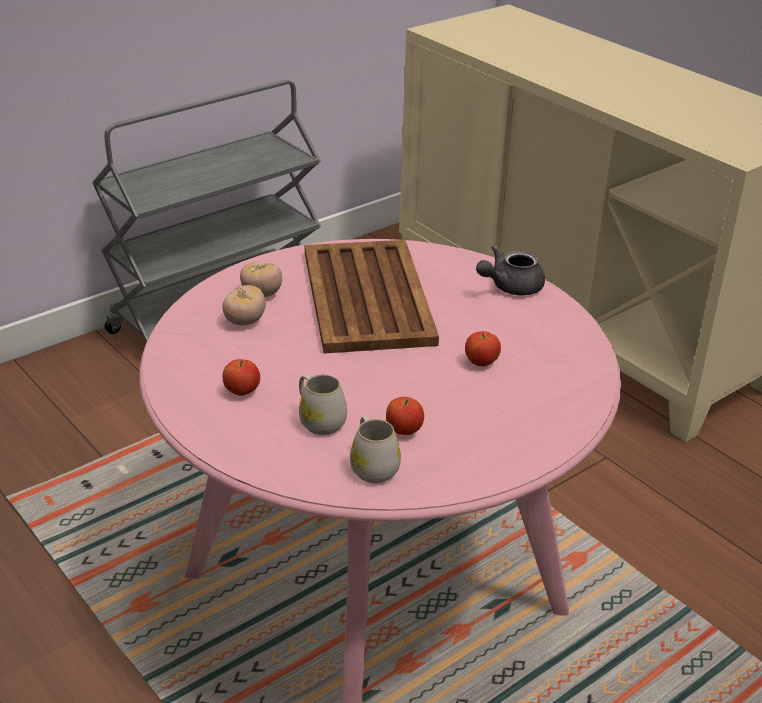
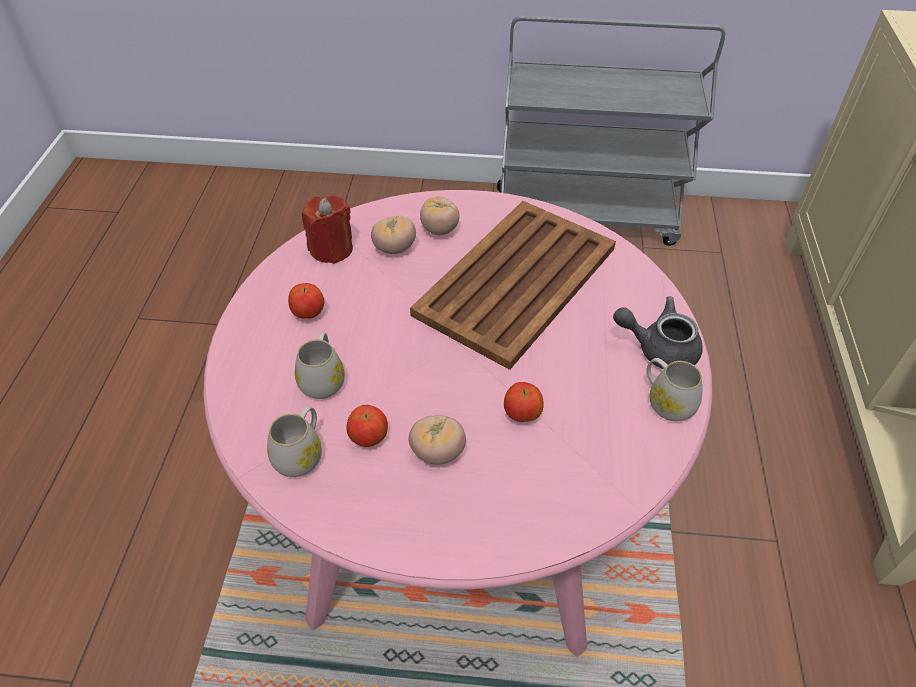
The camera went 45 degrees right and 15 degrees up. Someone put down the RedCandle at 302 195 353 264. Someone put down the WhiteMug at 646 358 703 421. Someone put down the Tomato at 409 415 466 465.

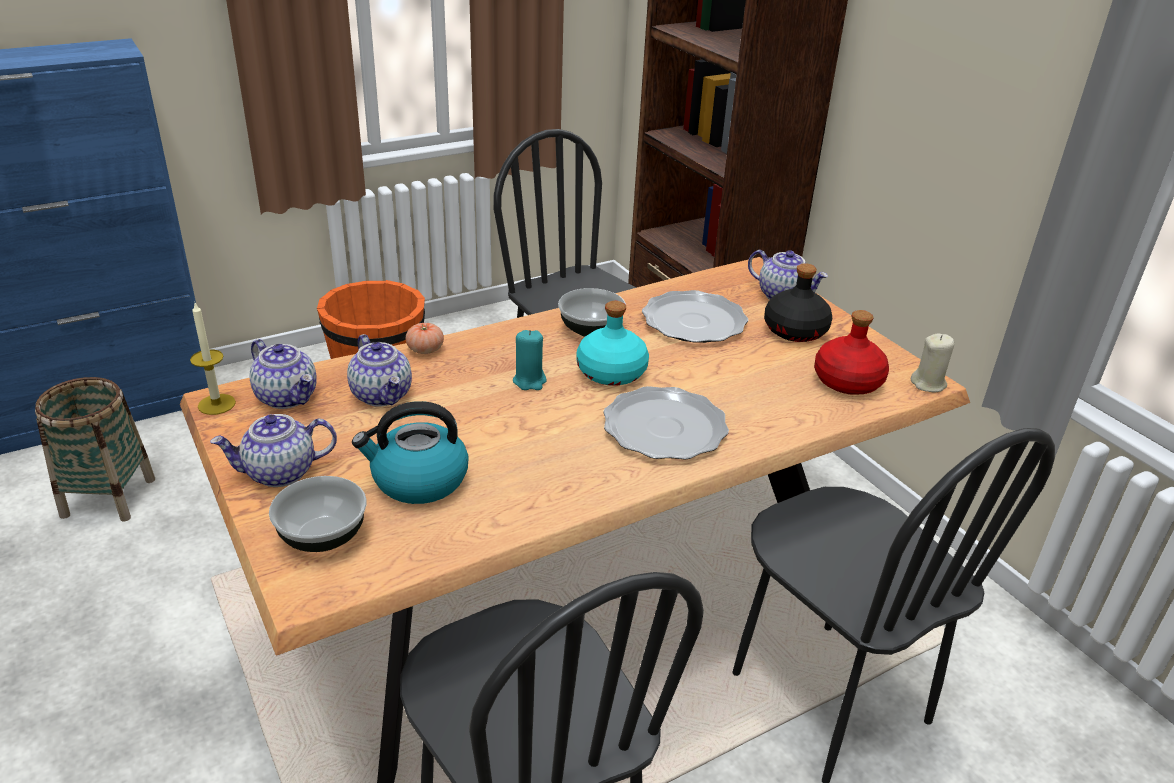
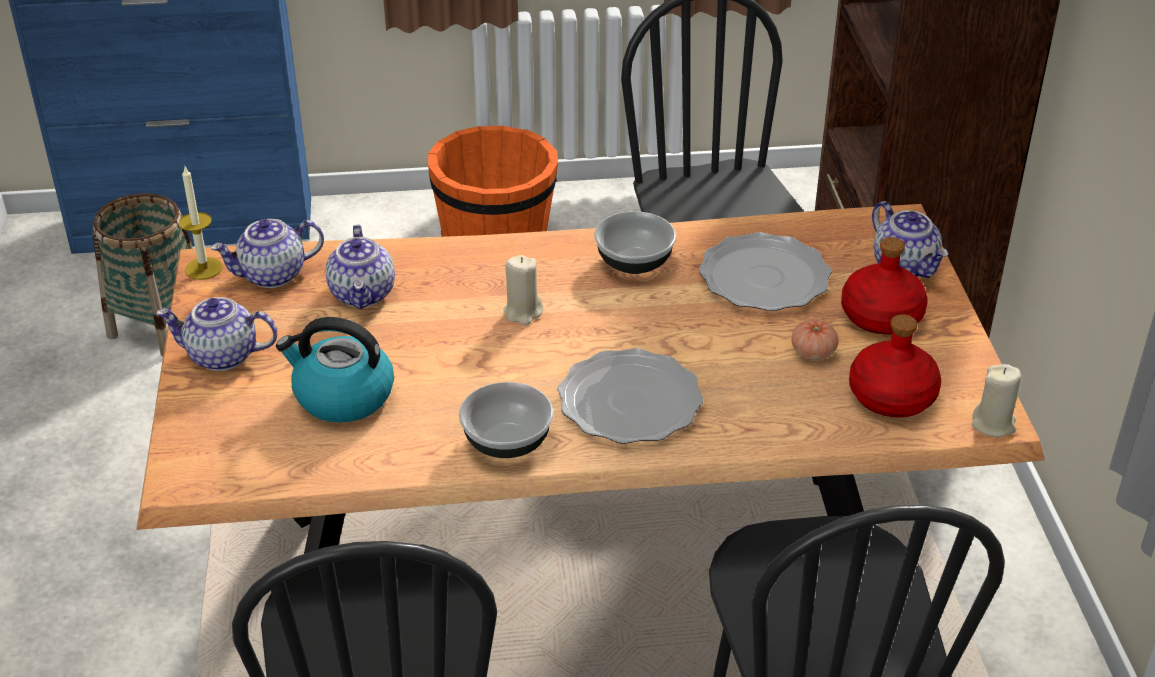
The camera went 25 degrees right and 5 degrees up. Someone repainted the BlackBottle at 764 263 832 342, which became the RedBottle at 841 237 928 334. Someone took away the TurquoiseBottle at 577 301 649 386. Someone carried the Tomato from 406 323 444 354 to 791 320 838 360. Someone repainted the TurquoiseCandle at 513 330 547 390, which became the BeigeCandle at 503 255 543 325. Someone rotated the Teapot at 249 339 317 409 by 90 degrees clockwise. Someone carried the Bowl from 269 476 367 552 to 459 382 553 458.

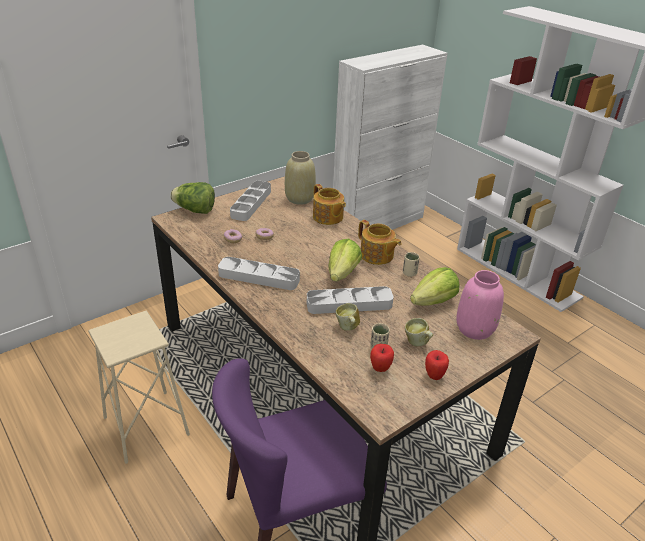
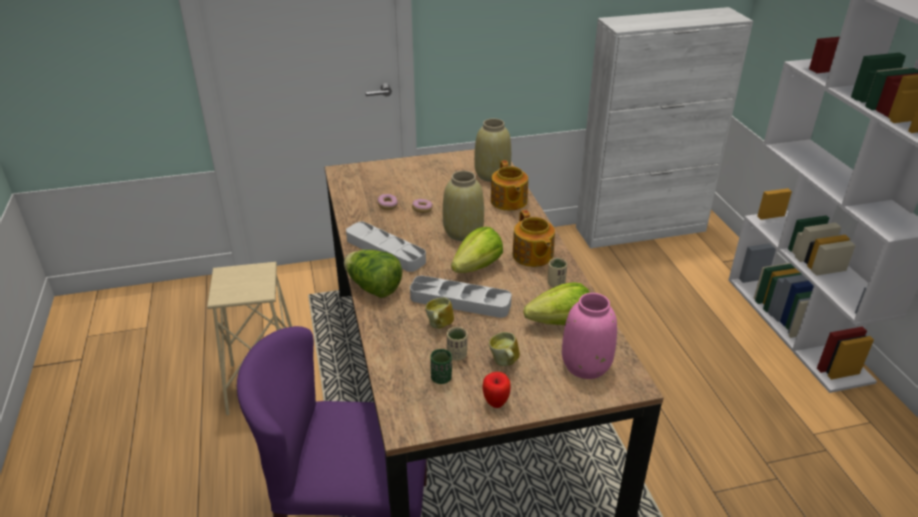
The camera went 25 degrees right and 0 degrees up. Someone took away the GreyTray at 230 181 271 221. Someone carried the Lettuce from 170 182 215 214 to 344 250 402 298. Someone swapped the Apple at 370 344 394 372 for the GreenCup at 430 349 452 384. Someone put down the BeigeVase at 443 171 484 241.

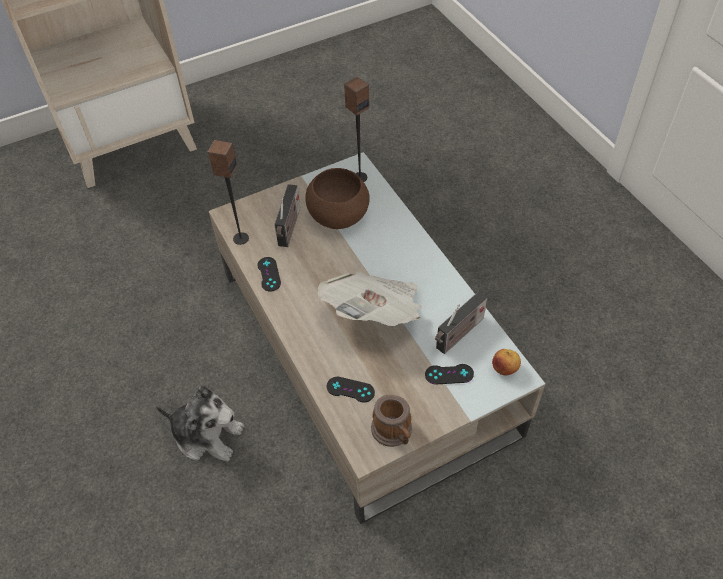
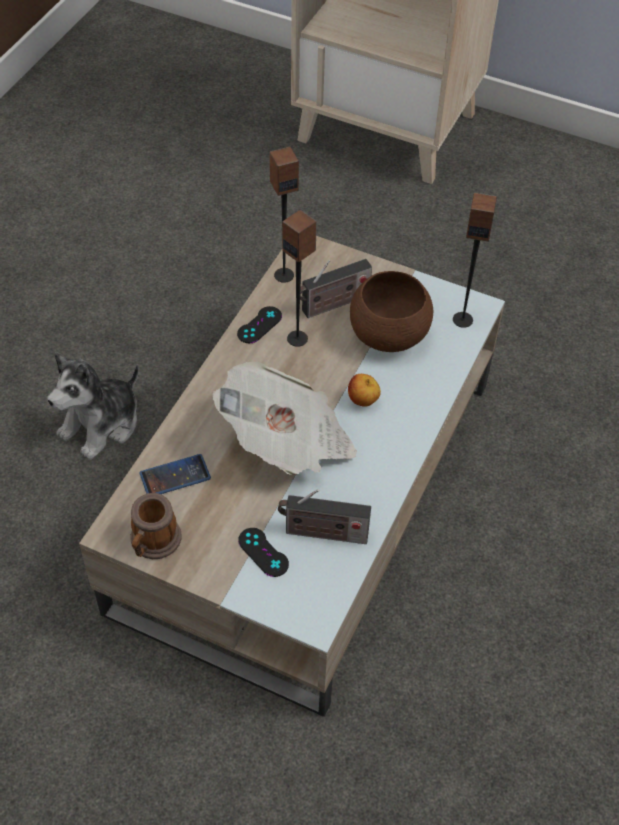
The camera went 50 degrees right and 0 degrees up. Someone carried the Apple from 492 349 521 375 to 348 374 381 407. Someone swapped the BlackGameController at 327 377 375 403 for the Phone at 139 454 211 494. Someone rotated the PlushToy at 156 386 244 461 by 60 degrees clockwise. Someone put down the Speaker at 282 210 317 347.

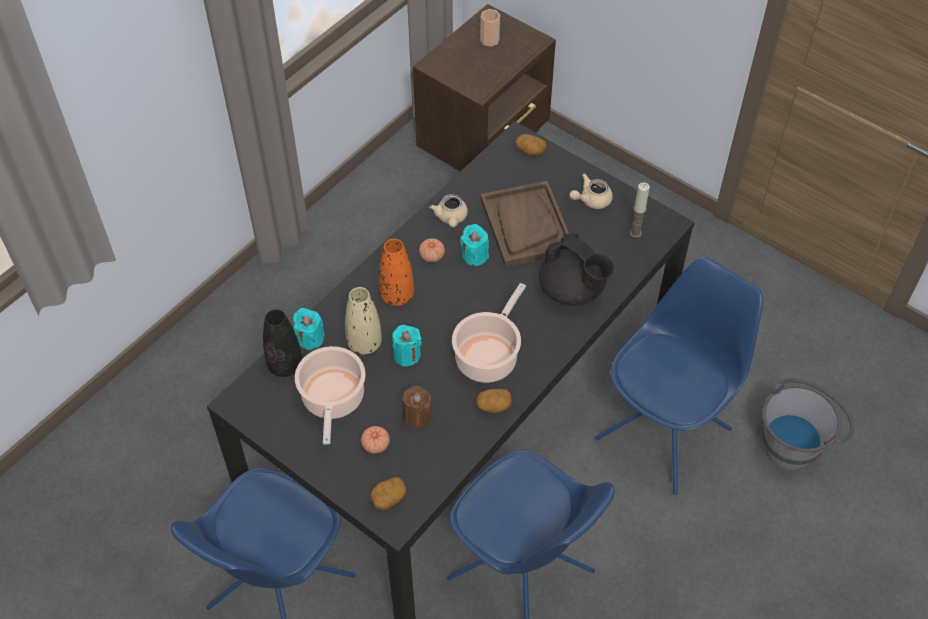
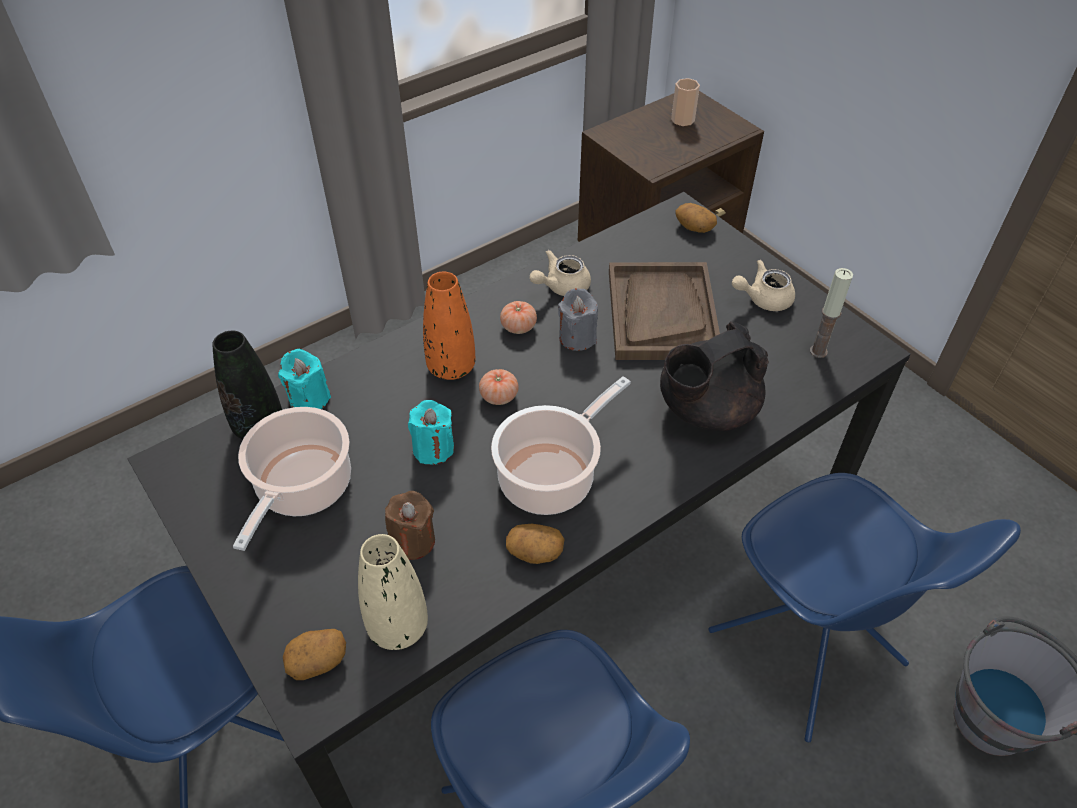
The camera went 15 degrees right and 5 degrees down. Someone rotated the BeigeTeapot at 429 194 468 227 by 45 degrees clockwise. Someone repainted the TurquoiseCandle at 460 224 489 266, which became the GreyCandle at 558 288 598 351. Someone rotated the BlackTeapot at 539 233 614 305 by 90 degrees clockwise. Someone rotated the BlueChair at 595 257 763 495 by 90 degrees clockwise. Someone carried the BeigeVase from 345 287 382 355 to 358 534 428 650. Someone carried the Tomato from 361 426 390 454 to 479 369 519 405.

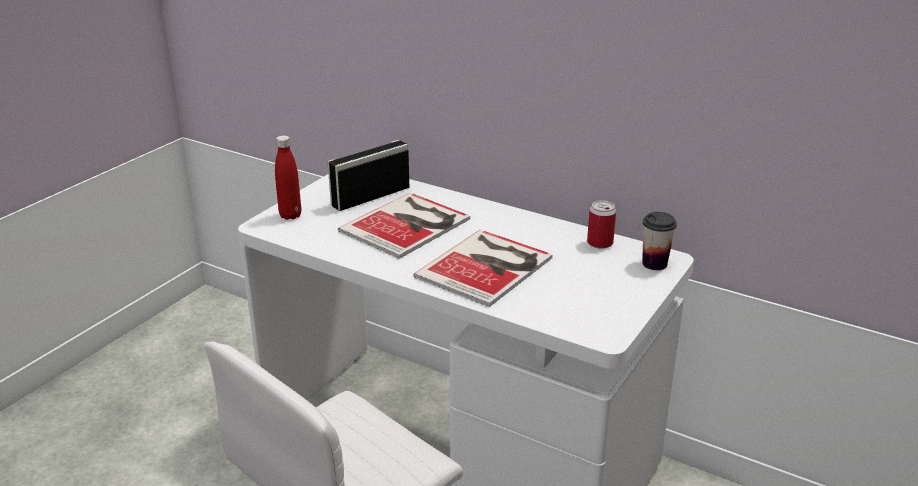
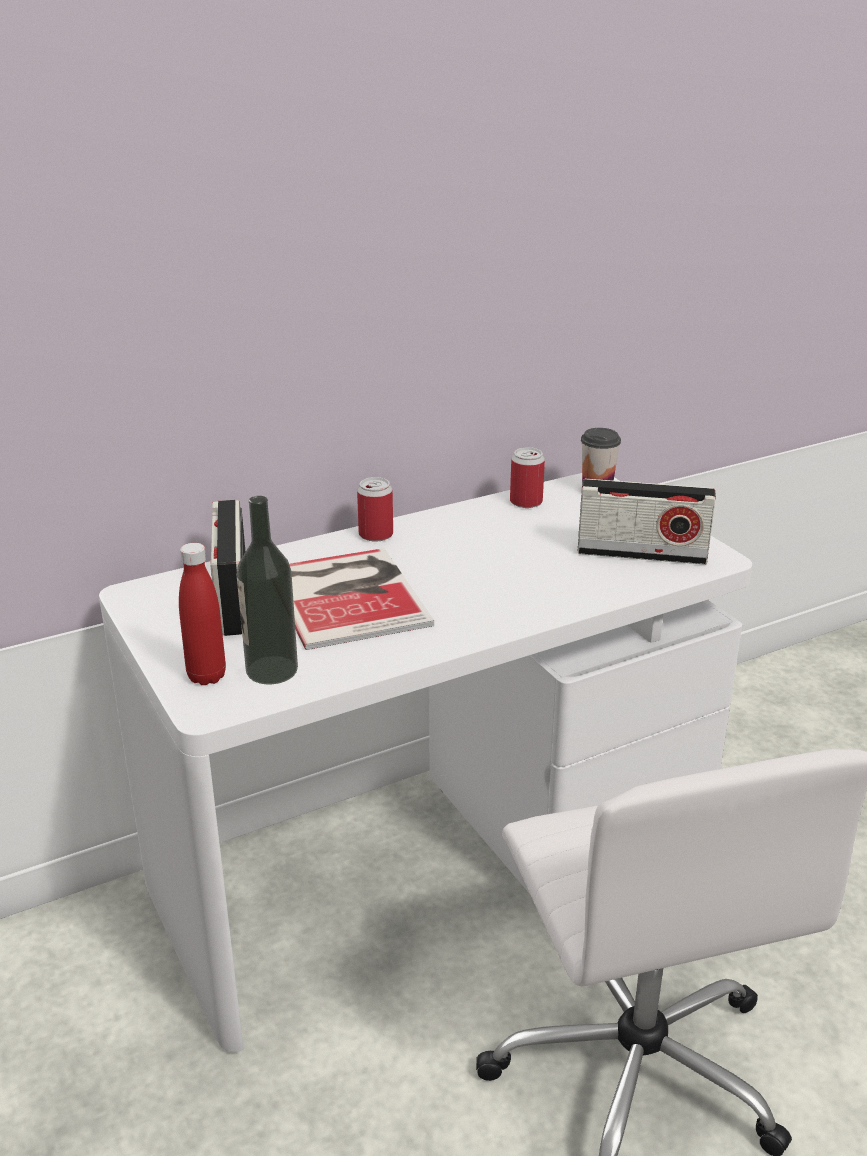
The camera went 60 degrees left and 0 degrees up. Someone took away the Book at 413 230 553 307. Someone put down the Can at 357 477 393 542. Someone put down the Radio at 578 479 716 565. Someone put down the Bottle at 236 496 298 684.

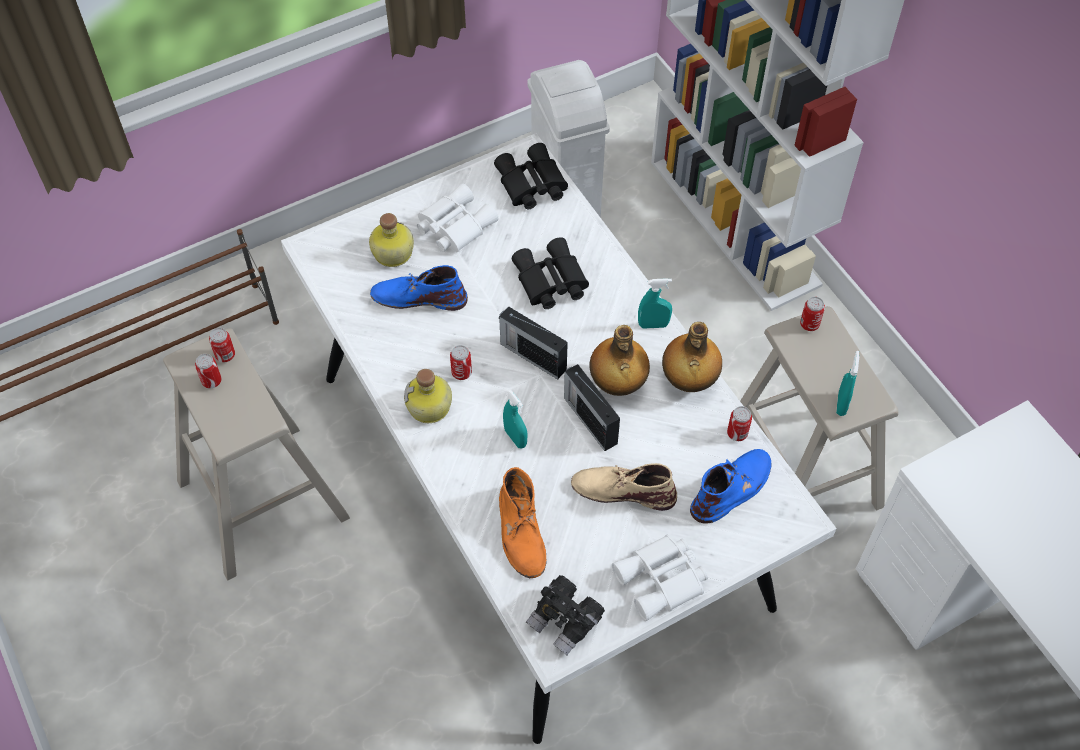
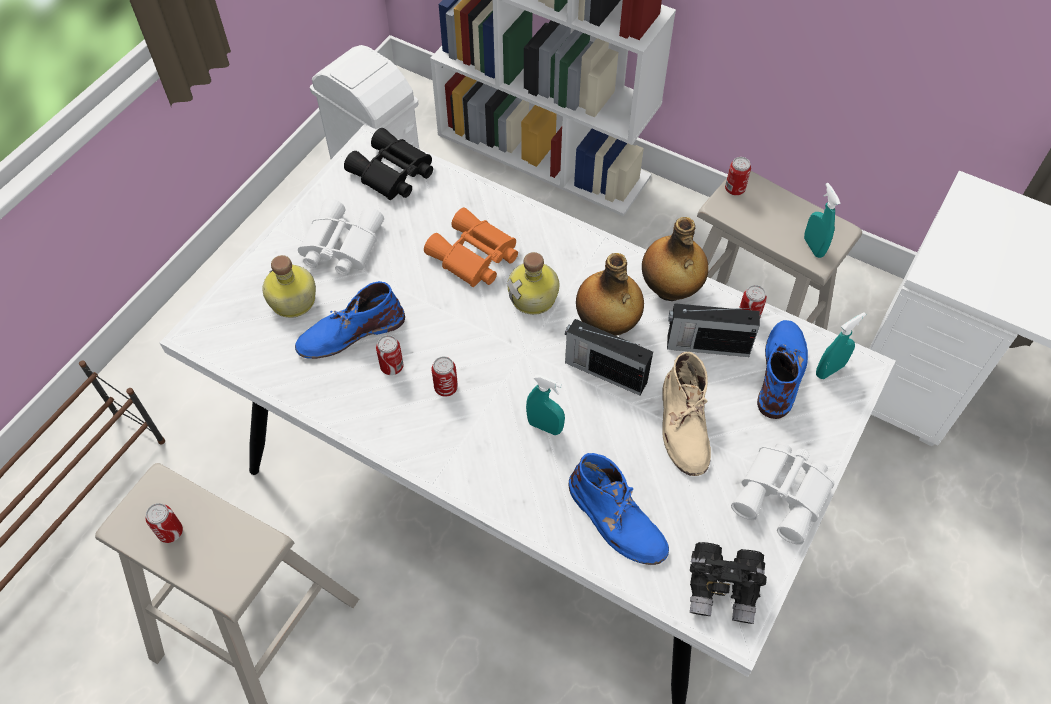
The camera went 30 degrees left and 0 degrees up. Someone repainted the BlackBinoculars at 512 237 589 309, which became the OrangeBinoculars at 424 208 518 287. Someone carried the TurquoiseSprayBottle from 638 278 672 329 to 816 312 866 379. Someone carried the Radio from 499 306 568 379 to 667 303 760 357. Someone carried the Can from 209 328 235 362 to 376 335 404 375. Someone carried the Bottle from 404 369 452 423 to 507 252 559 315. Someone rotated the BeigeBoot at 571 463 677 511 by 75 degrees counterclockwise. Someone repainted the OrangeBoot at 499 467 547 578, which became the BlueBoot at 569 453 669 565.

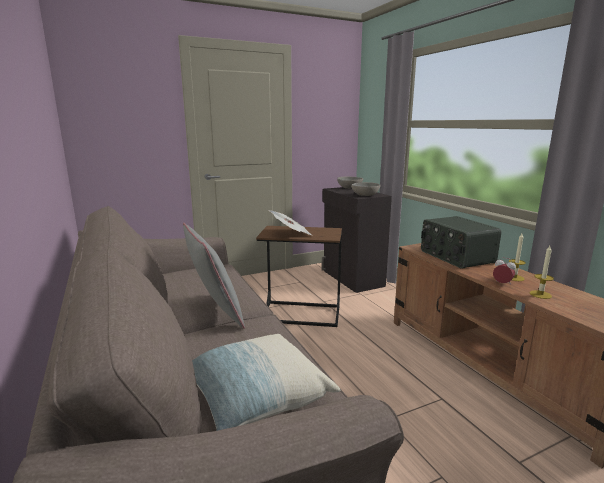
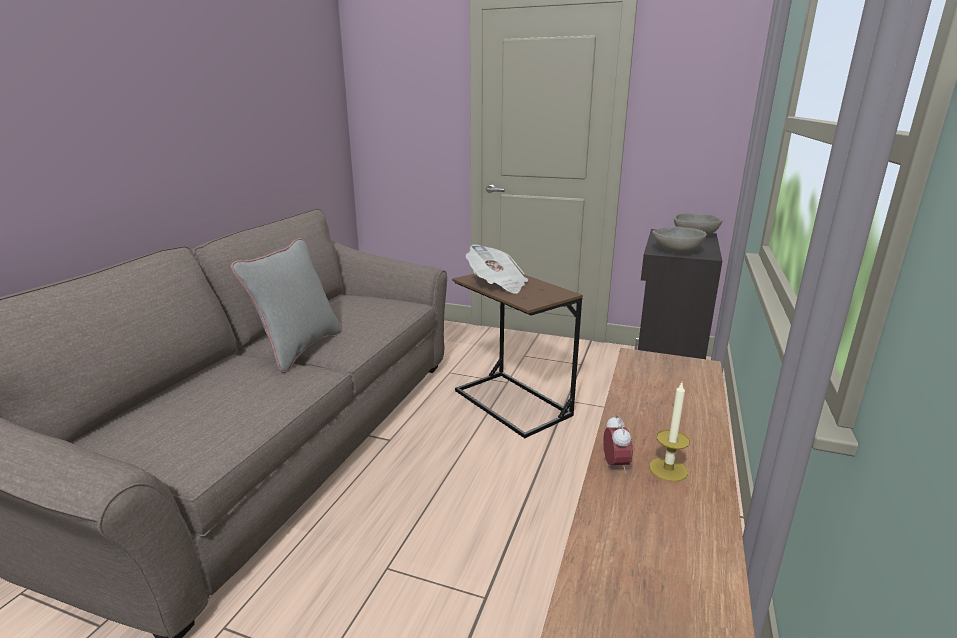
The camera went 45 degrees right and 5 degrees up. Someone took away the Radio at 421 216 501 269. Someone took away the Candle at 530 246 554 299. Someone took away the Pillow at 192 334 341 431.

